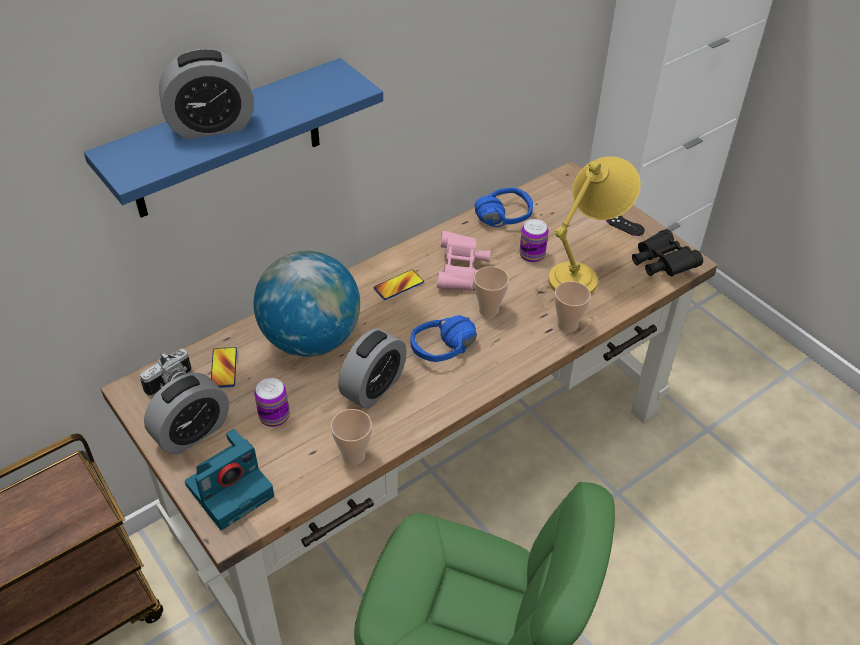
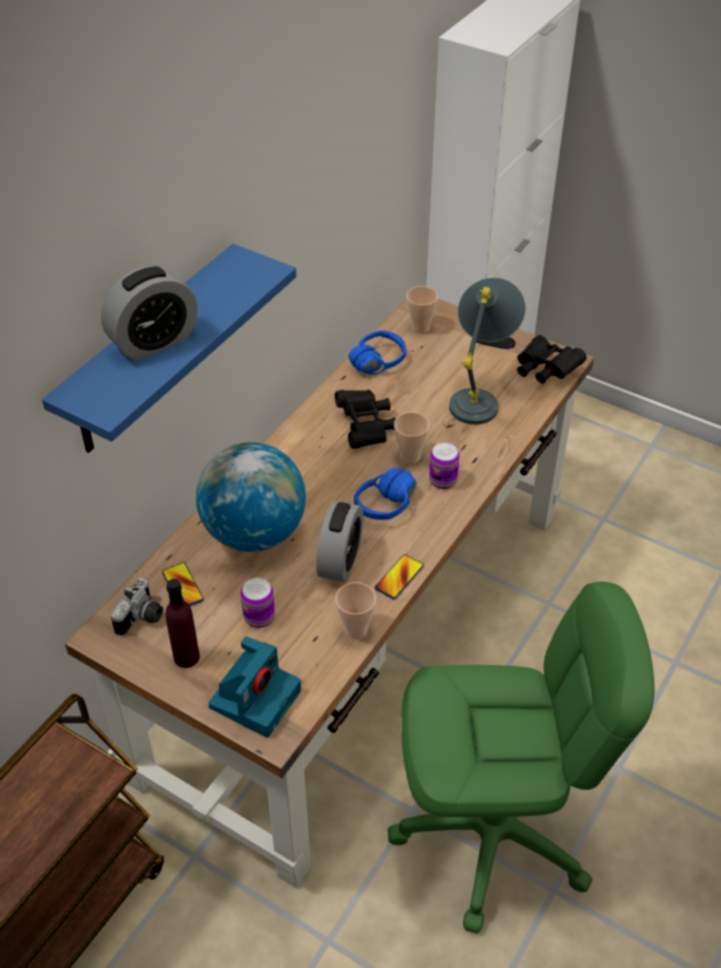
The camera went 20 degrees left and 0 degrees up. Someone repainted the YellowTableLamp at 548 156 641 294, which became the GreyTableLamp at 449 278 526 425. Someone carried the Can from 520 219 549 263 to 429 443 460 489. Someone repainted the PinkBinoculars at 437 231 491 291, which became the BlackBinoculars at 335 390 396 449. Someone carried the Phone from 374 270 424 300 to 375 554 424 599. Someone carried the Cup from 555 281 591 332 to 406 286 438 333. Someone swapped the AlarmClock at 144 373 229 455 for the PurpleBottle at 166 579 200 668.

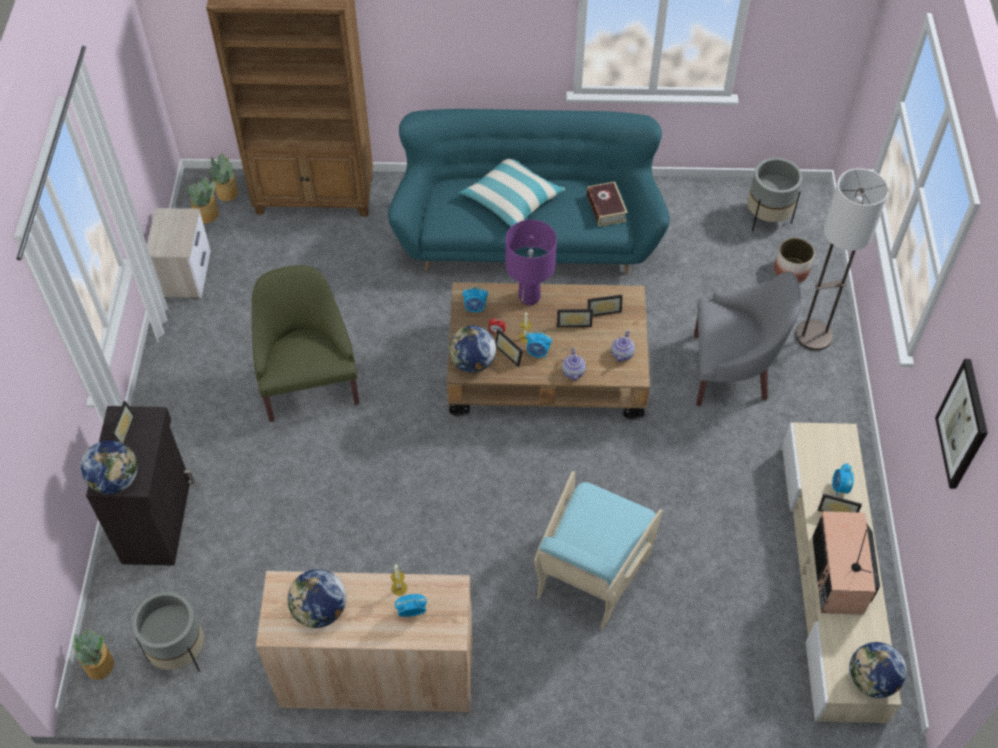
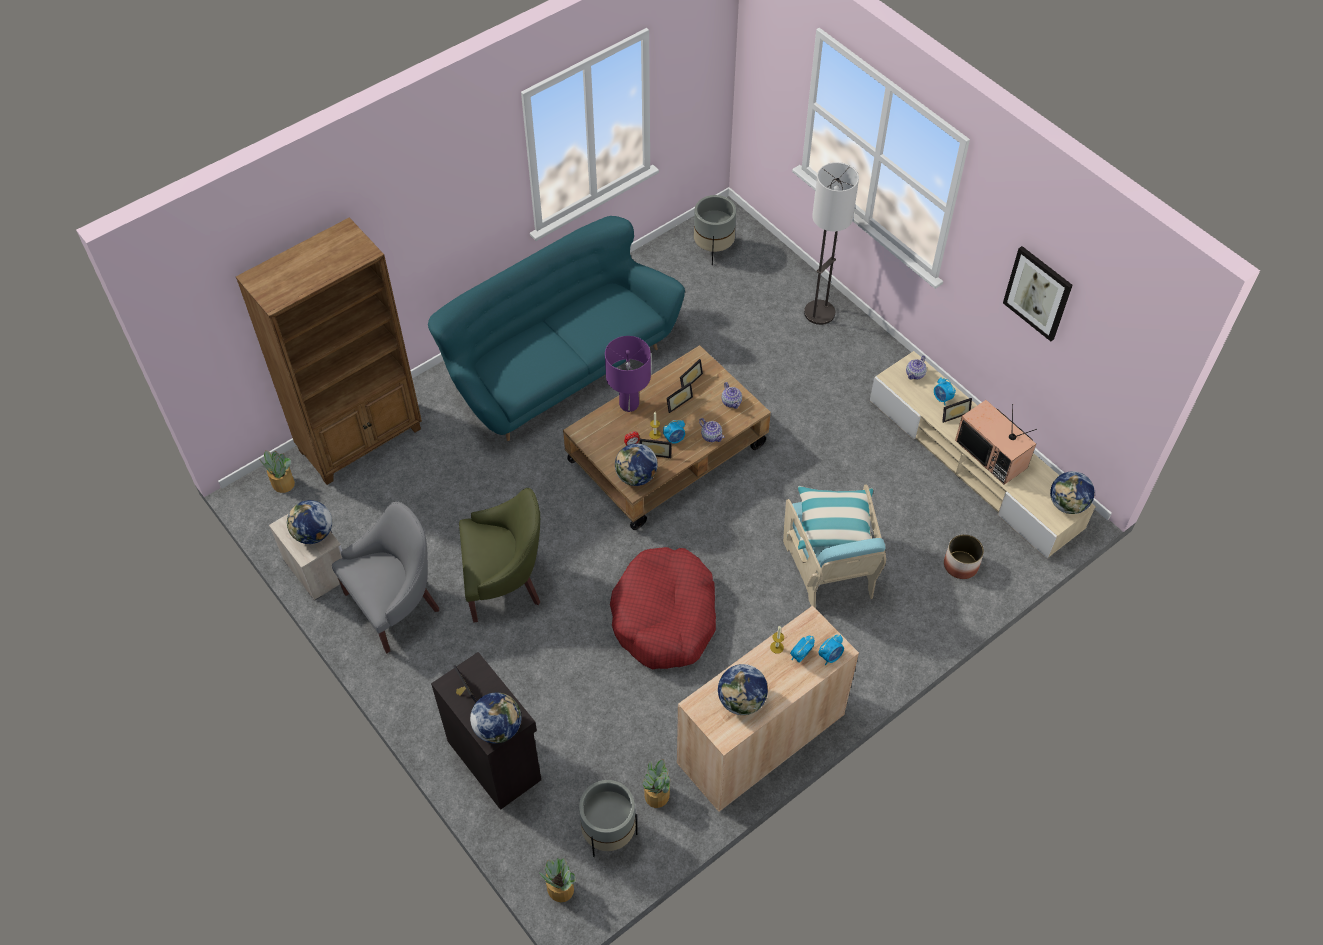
The camera went 40 degrees left and 0 degrees up. Someone carried the Pillow from 459 159 565 227 to 798 486 873 550. Someone carried the PottedPlant from 187 177 219 224 to 642 760 670 808. Someone took away the Book at 587 182 627 227. Someone carried the Planter from 774 238 815 282 to 944 534 984 579. Someone rotated the GreenArmchair at 252 265 359 422 by 135 degrees clockwise. Someone carried the GreyArmchair from 694 272 801 406 to 332 501 439 653. Someone carried the AlarmClock from 463 286 488 312 to 819 635 844 665. Someone put down the Teapot at 906 356 927 380. Someone put down the Globe at 287 500 332 544. Someone put down the RedDogBed at 610 547 716 669.

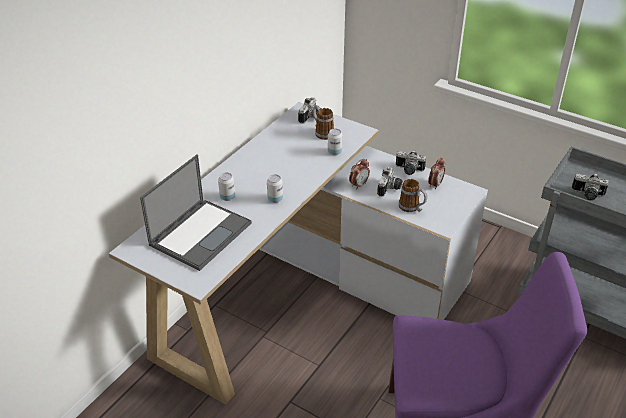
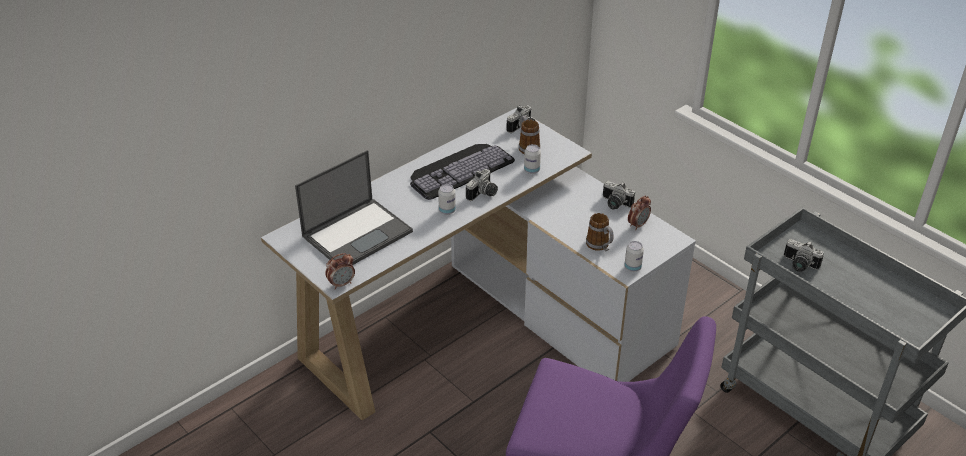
The camera went 15 degrees right and 0 degrees up. Someone carried the AlarmClock from 349 159 370 190 to 325 253 355 290. Someone carried the PhotoCamera from 377 167 402 197 to 466 169 498 201. Someone carried the Can from 218 172 235 201 to 624 241 644 272. Someone put down the Keyboard at 410 144 515 200.

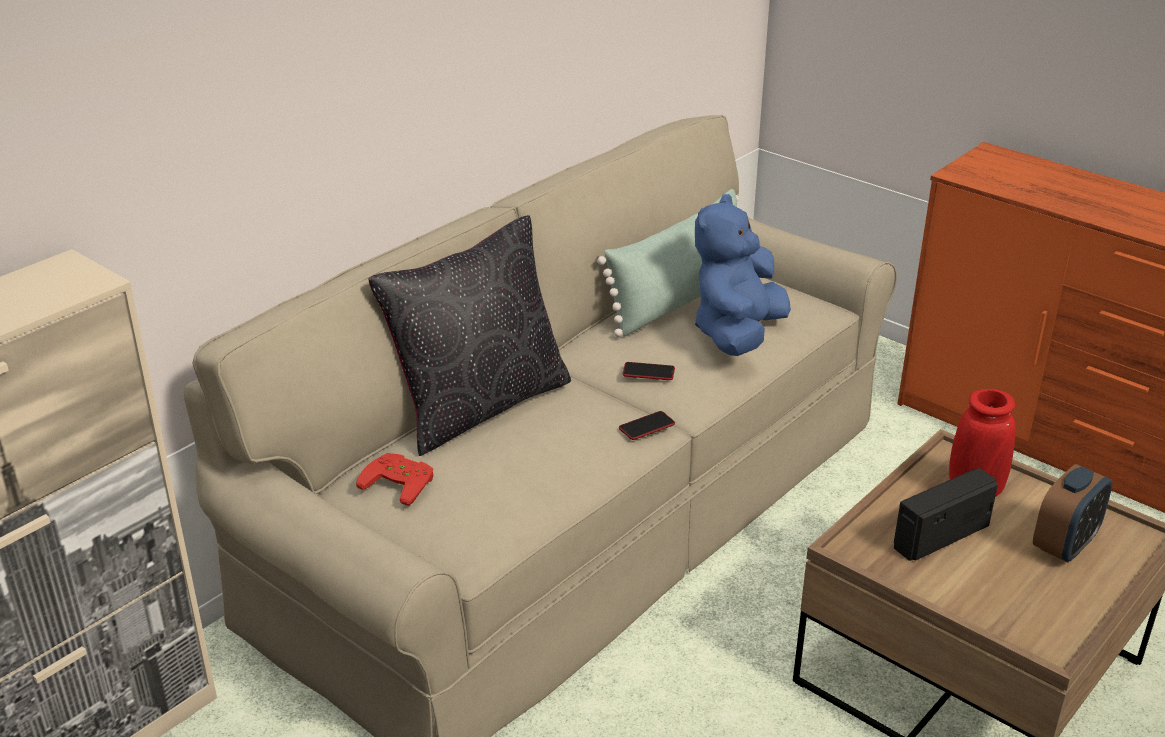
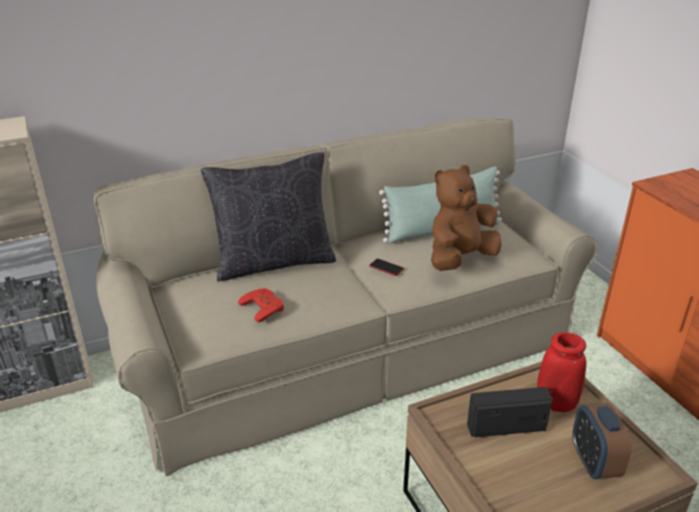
The camera went 25 degrees right and 0 degrees up. Someone repainted the BluePlushToy at 695 194 791 356, which became the BrownPlushToy at 431 165 502 271. Someone took away the Phone at 619 411 675 440. Someone carried the RedGameController from 356 453 433 506 to 238 288 284 322. Someone rotated the AlarmClock at 1033 464 1113 563 by 105 degrees clockwise.

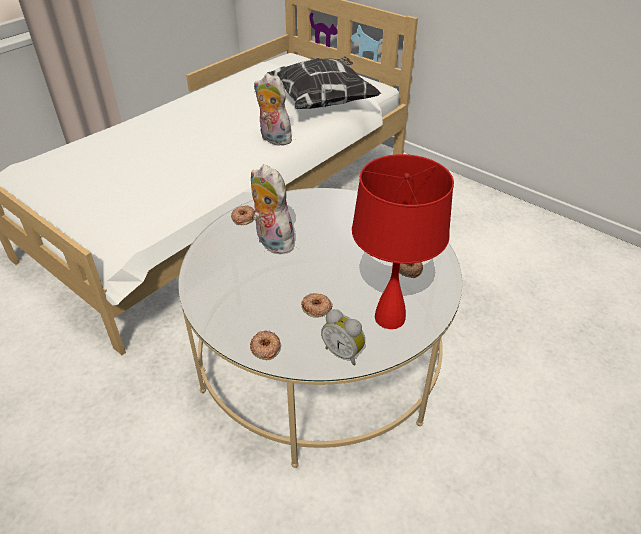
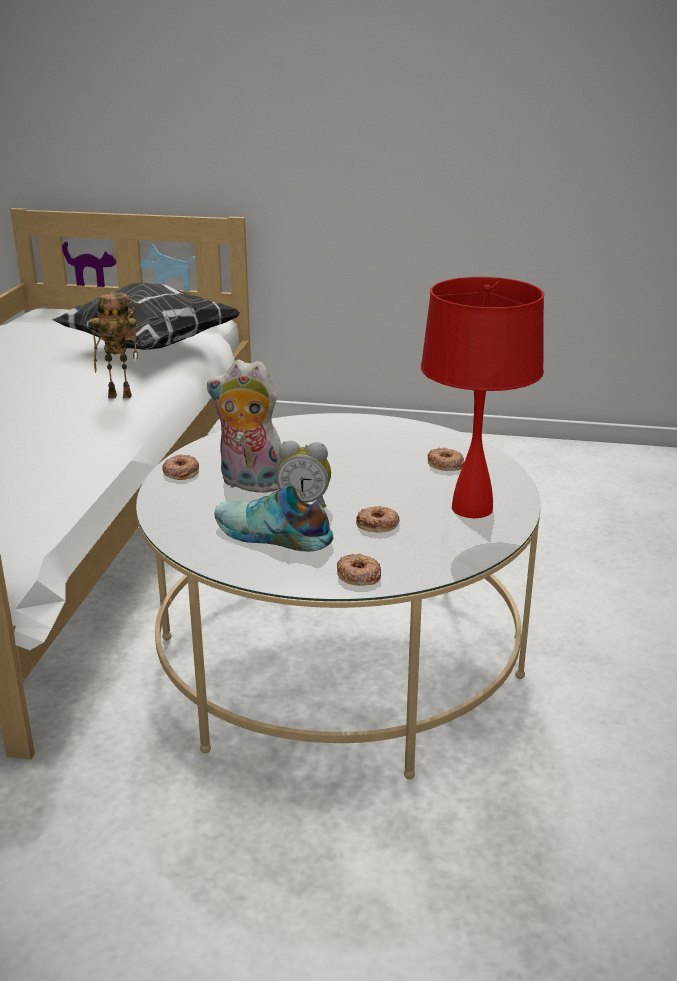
The camera went 30 degrees left and 15 degrees down. Someone swapped the PlushToy at 254 73 292 146 for the ToyRobot at 92 293 138 398. Someone carried the AlarmClock from 321 309 365 365 to 276 441 331 508. Someone put down the Shoe at 214 485 333 552.

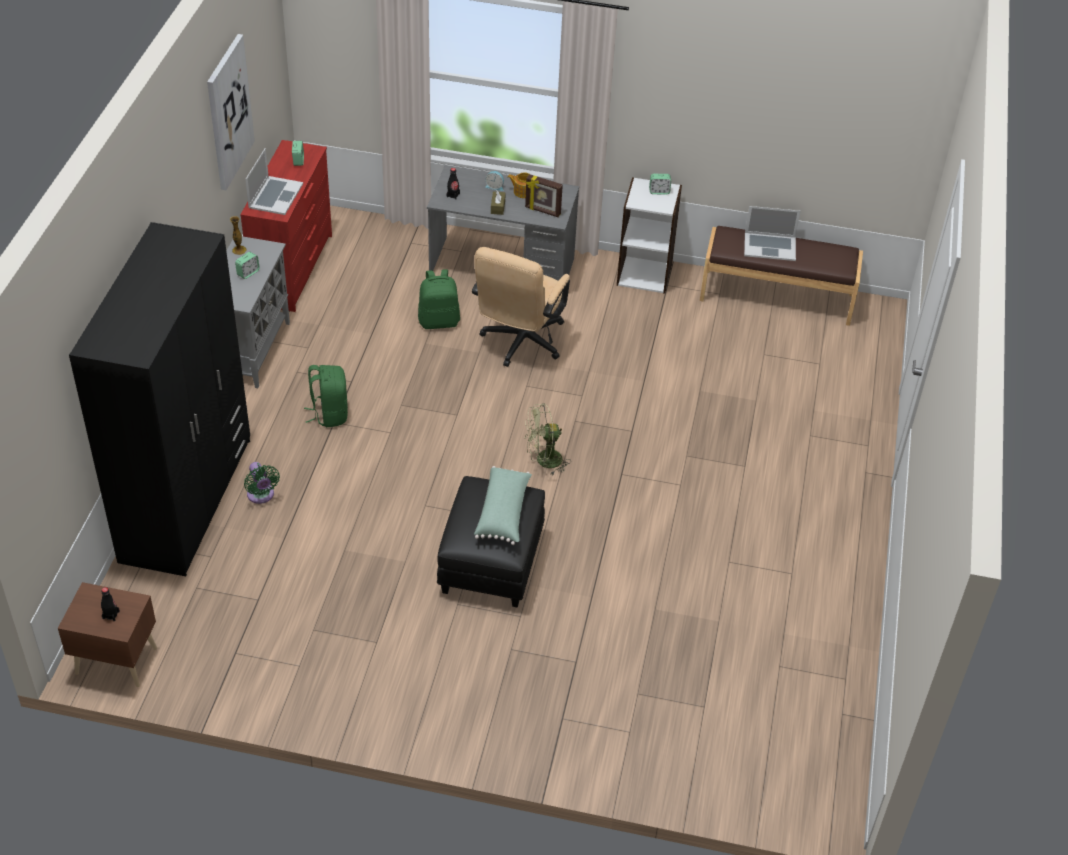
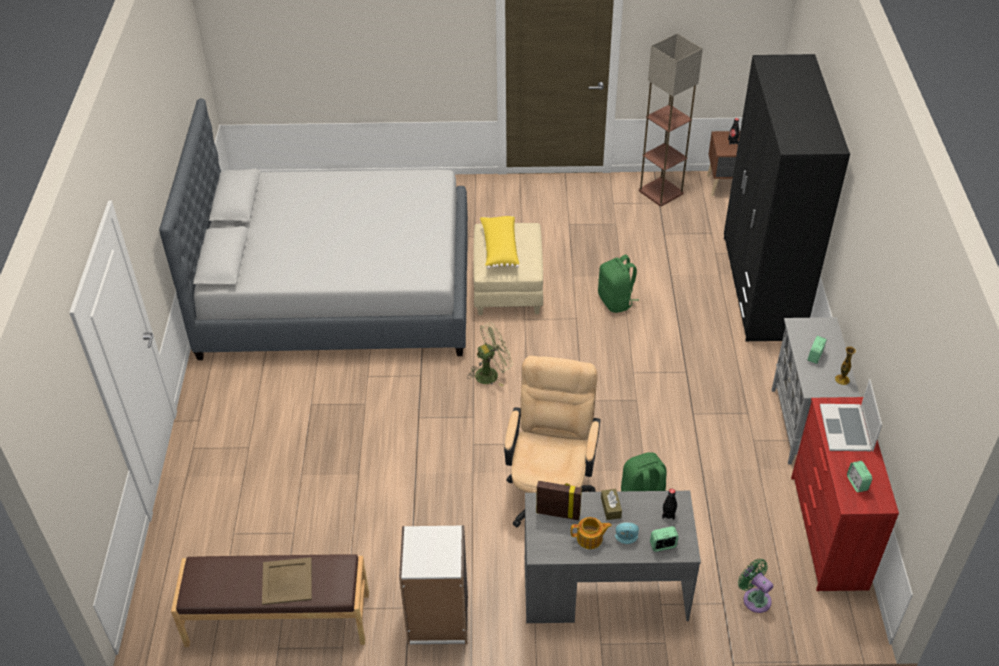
The camera went 170 degrees right and 0 degrees up. Someone took away the Picture at 207 34 255 190. Someone carried the AlarmClock from 649 174 671 195 to 650 526 679 552. Someone swapped the Laptop at 744 206 801 261 for the BeigeTray at 262 557 312 605. Someone carried the GreenBackpack from 304 365 348 427 to 598 255 639 313. Someone carried the GreenFan from 244 462 280 504 to 738 559 773 613. Someone repainted the GreenPillow at 474 466 532 545, which became the YellowPillow at 480 216 519 269. Someone repainted the BlackOttoman at 437 476 545 608, which became the BeigeOttoman at 473 223 544 315. Someone put down the FloorLamp at 639 34 703 207. Someone put down the GreyBed at 159 98 468 360.

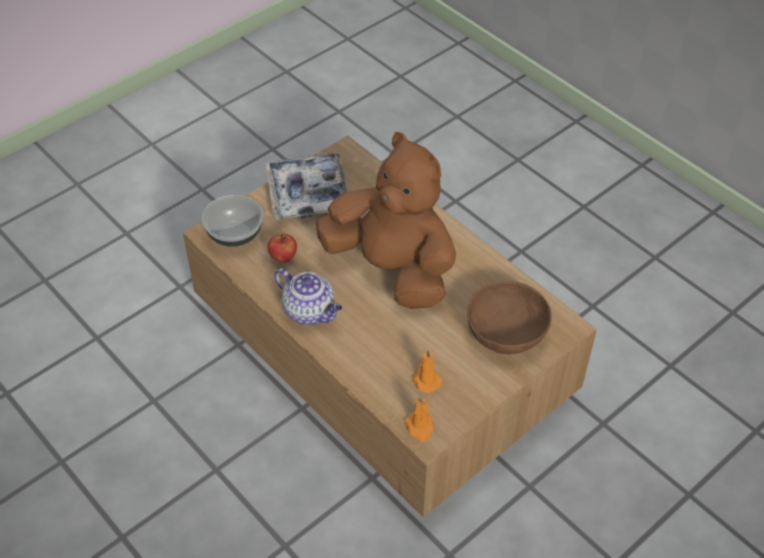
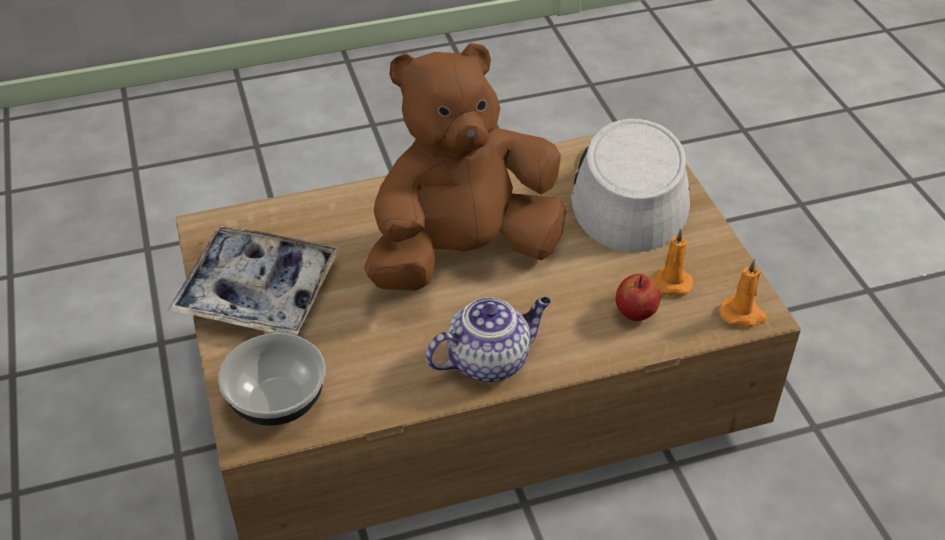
The camera went 65 degrees left and 5 degrees down. Someone carried the Apple from 268 234 297 263 to 616 274 660 321. Someone swapped the BrownBowl at 467 281 552 354 for the GreyHat at 571 119 691 252.

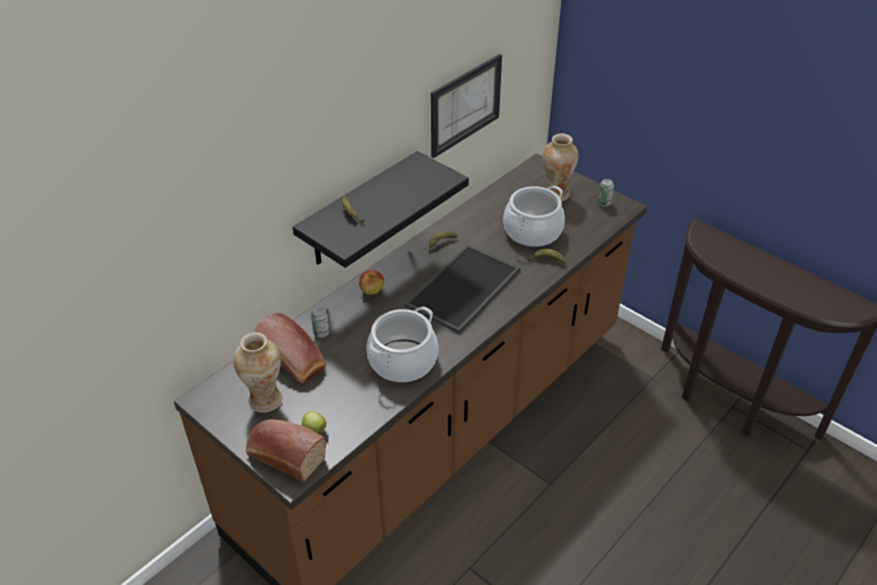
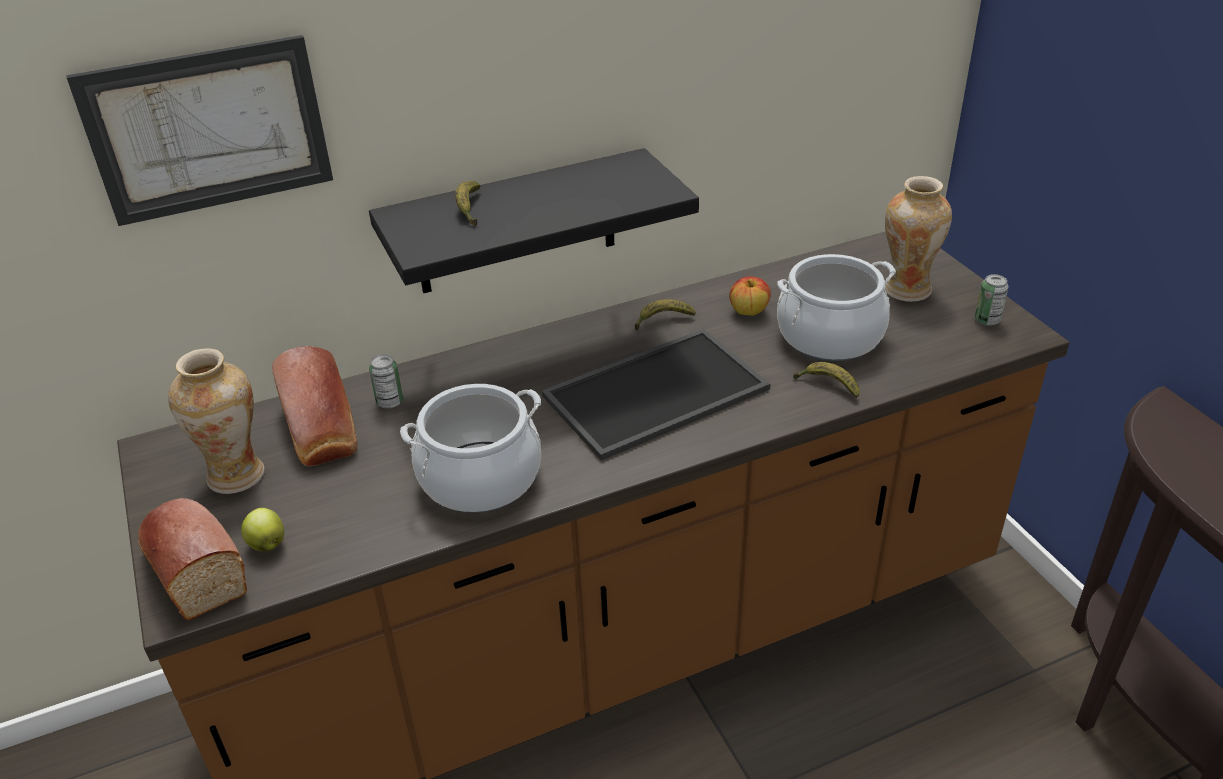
The camera went 25 degrees right and 5 degrees down. Someone carried the Picture from 431 54 502 158 to 66 35 333 226. Someone carried the Apple from 359 270 384 295 to 729 276 771 316.

